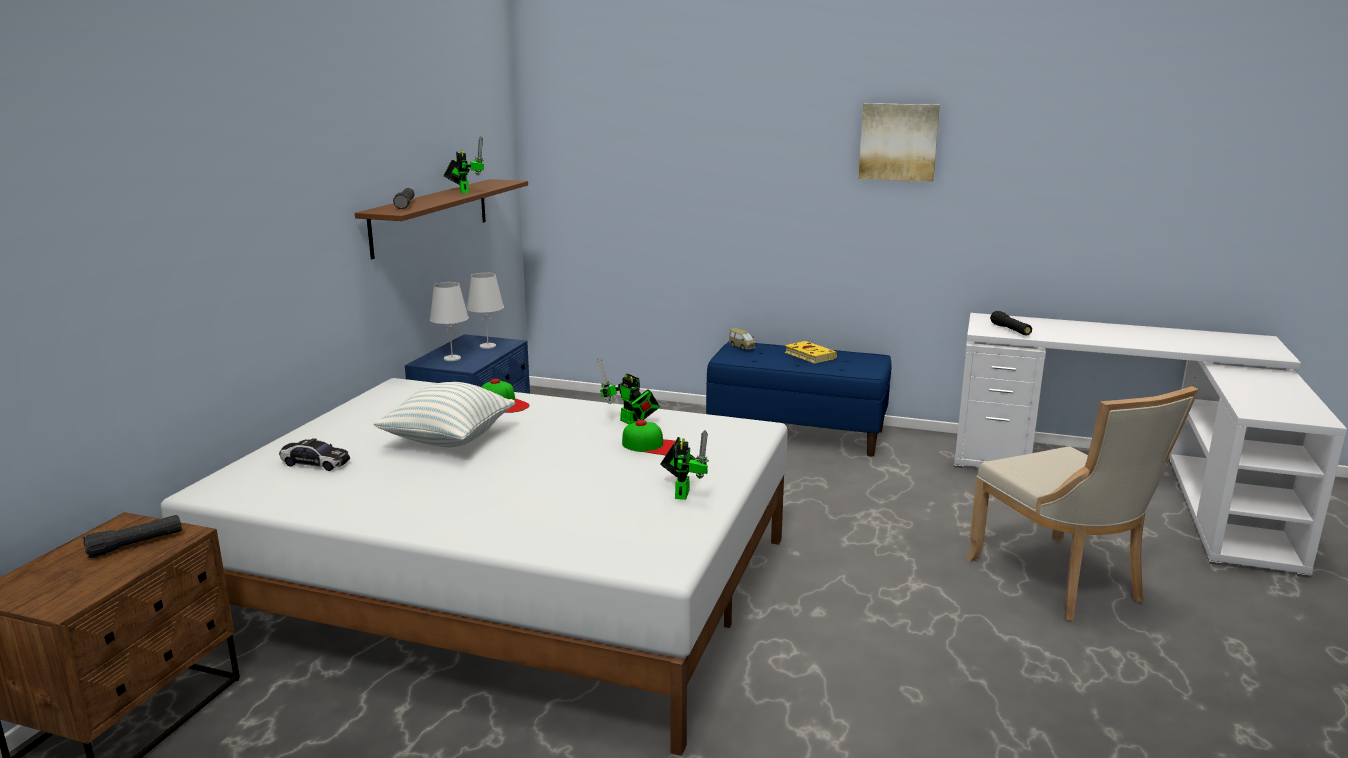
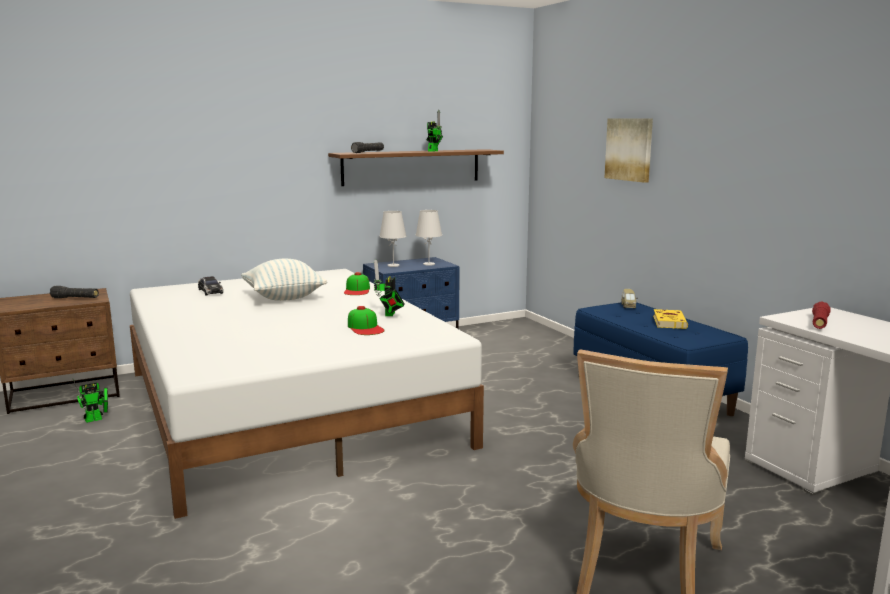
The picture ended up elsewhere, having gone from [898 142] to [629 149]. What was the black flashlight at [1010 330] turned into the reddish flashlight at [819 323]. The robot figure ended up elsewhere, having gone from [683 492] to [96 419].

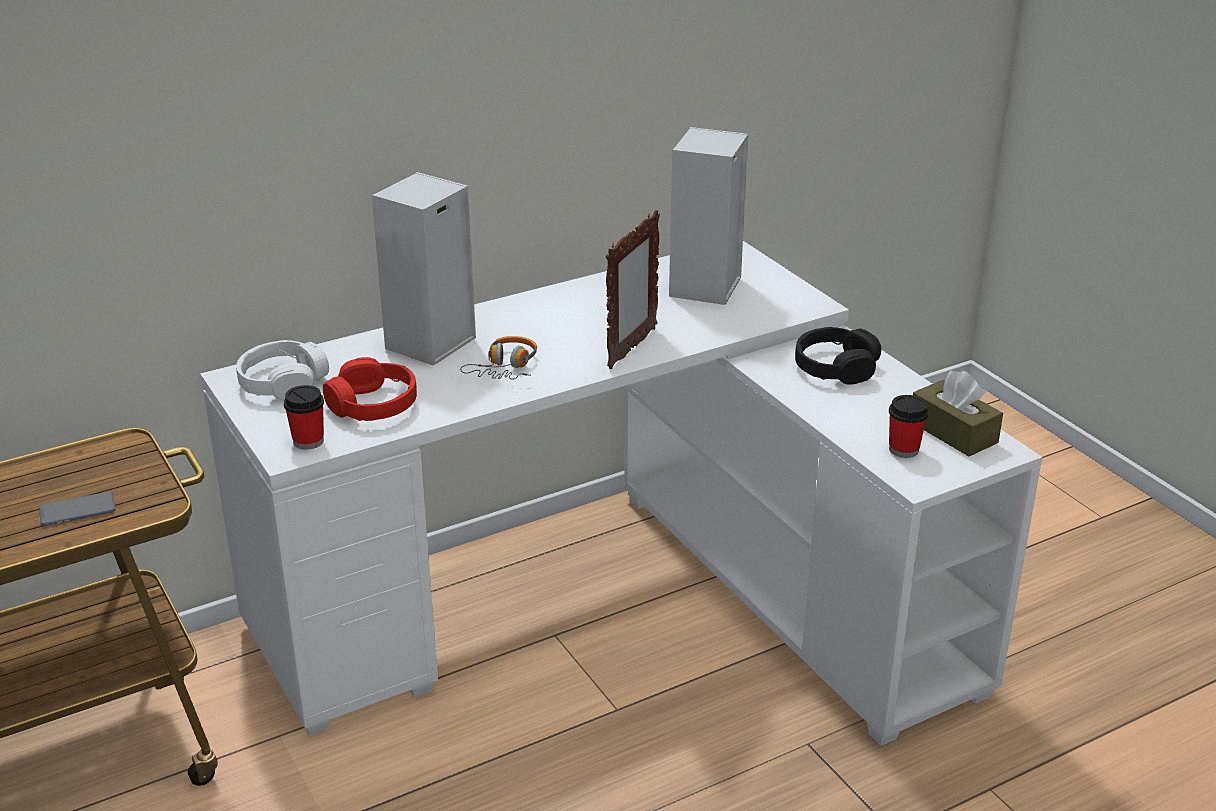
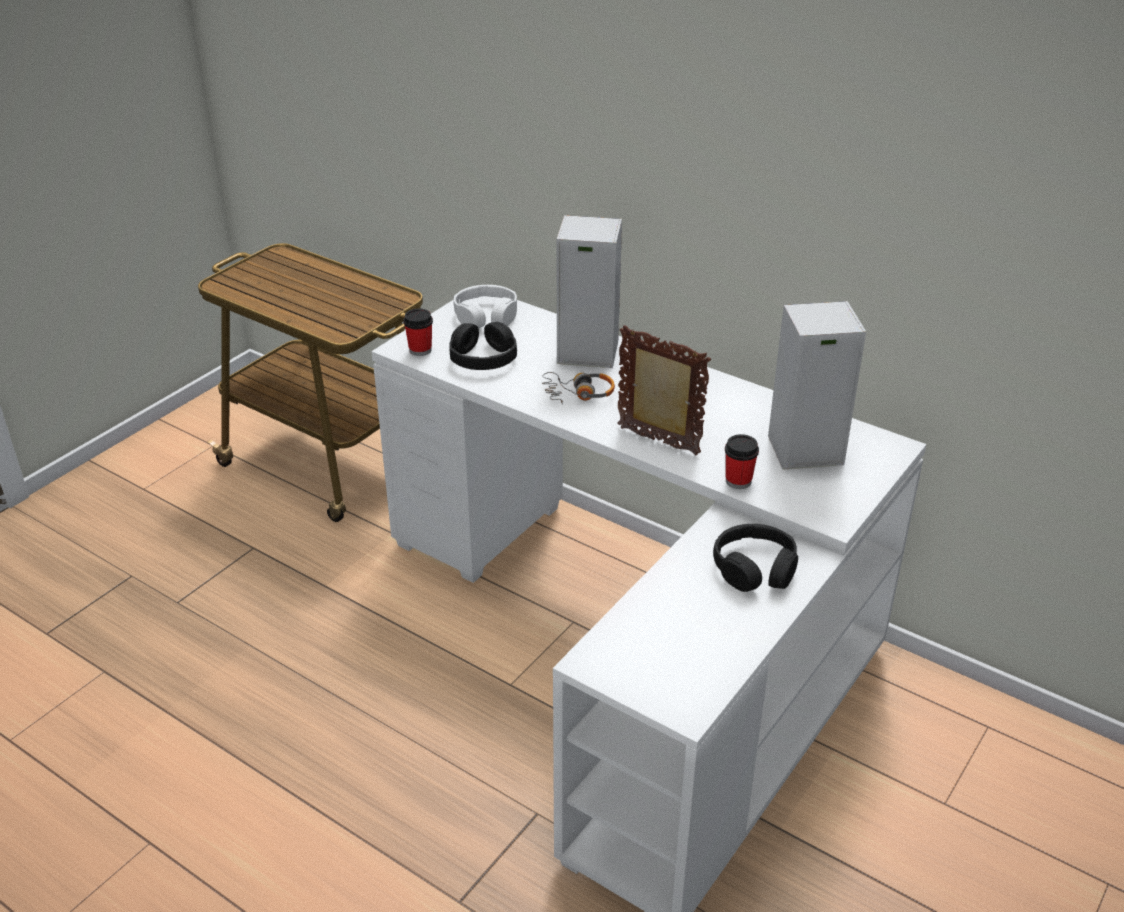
The photo frame at [631 349] ended up facing another way, 150 degrees counterclockwise from before. What was the reddish headset at [372 405] turned into the black headset at [483 358]. The second view lost the brown tissue holder at [953 432]. The small cup ended up elsewhere, having gone from [903 449] to [738 481]. The second view lost the telephone at [77 510].

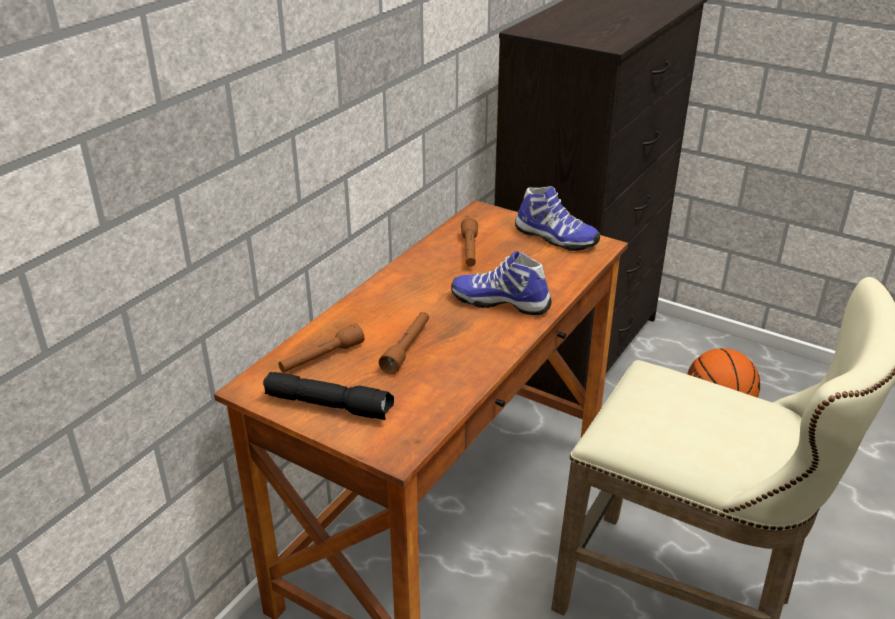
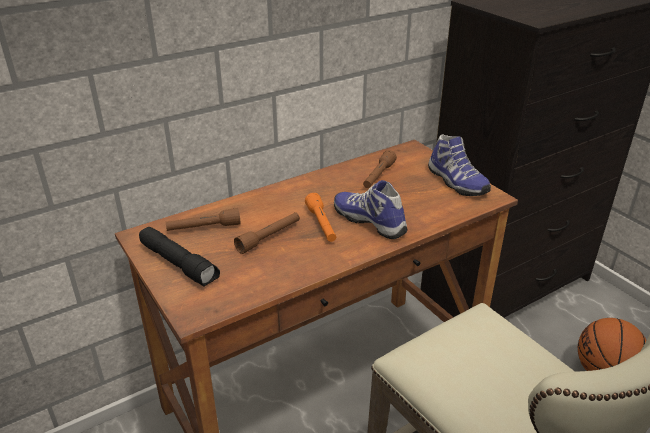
The second view gained the orangey flashlight at [321 224].

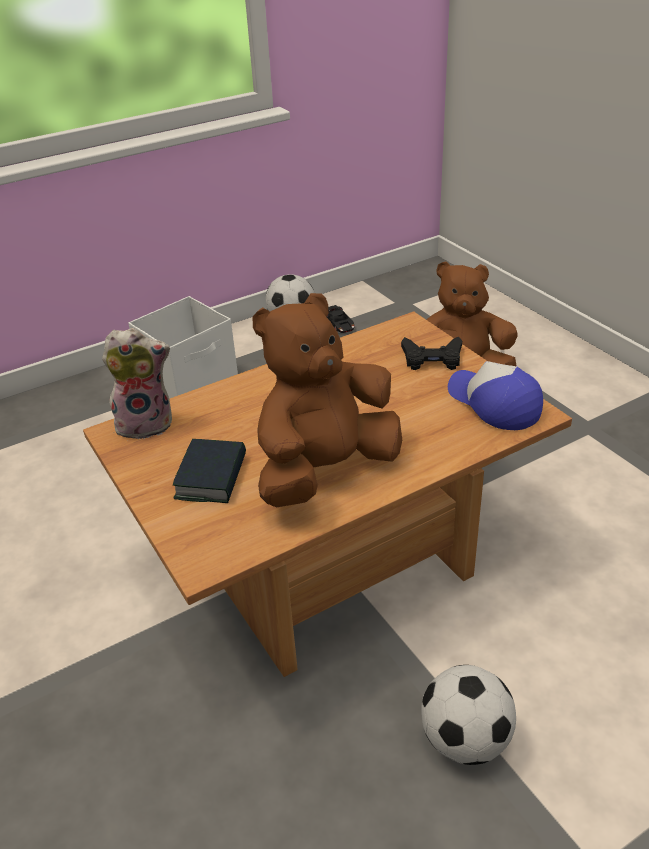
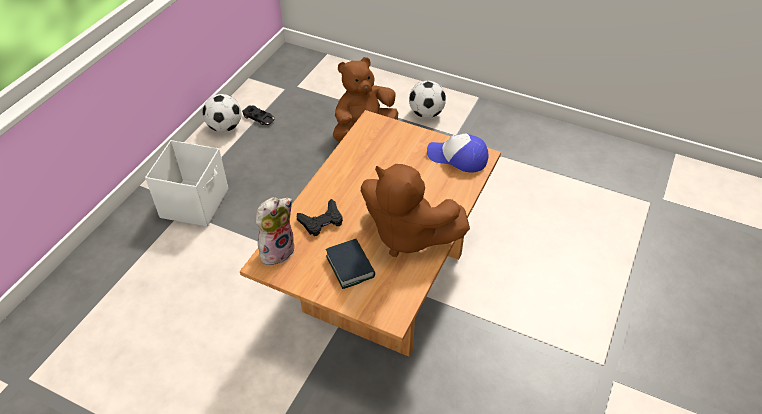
The brown soft toy at [325 470] ended up facing another way, 75 degrees counterclockwise from before. The black gamepad ended up elsewhere, having gone from [432 358] to [321 221]. The ball for football ended up elsewhere, having gone from [465 740] to [426 113].

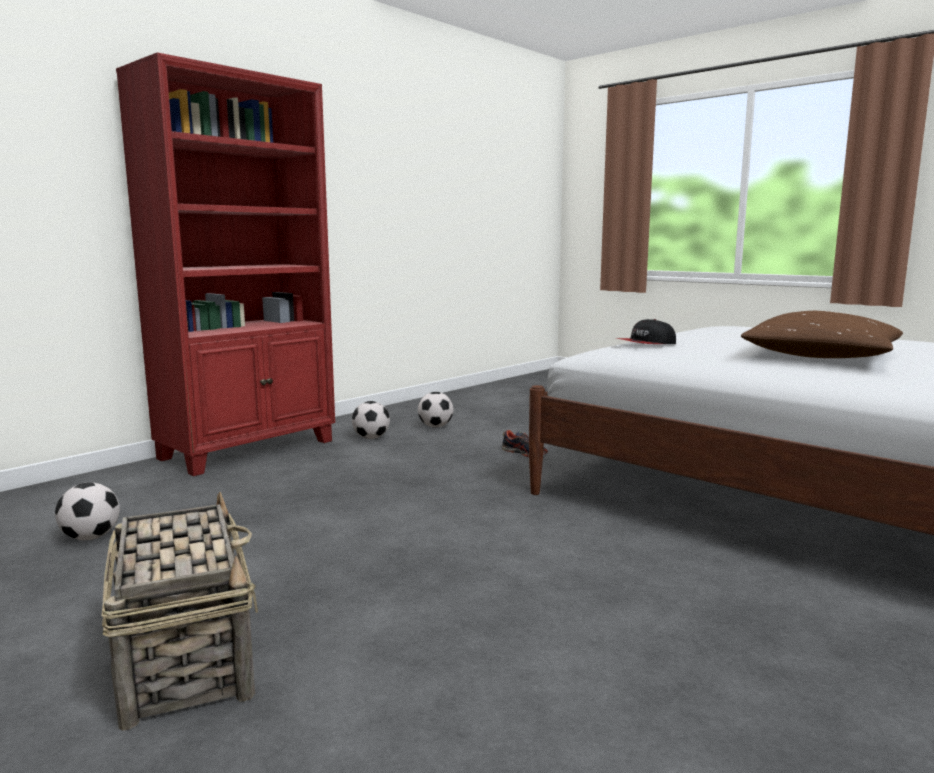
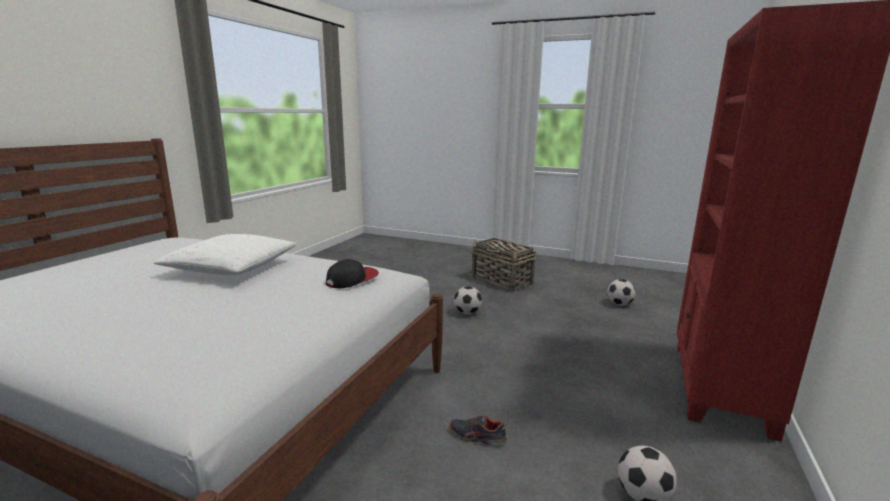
What was the brown throw pillow at [821 356] turned into the whitish throw pillow at [232 268]. The ball for football ended up elsewhere, having gone from [371 438] to [467 313].

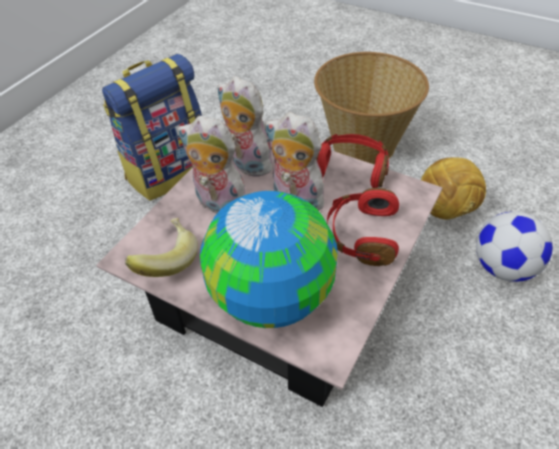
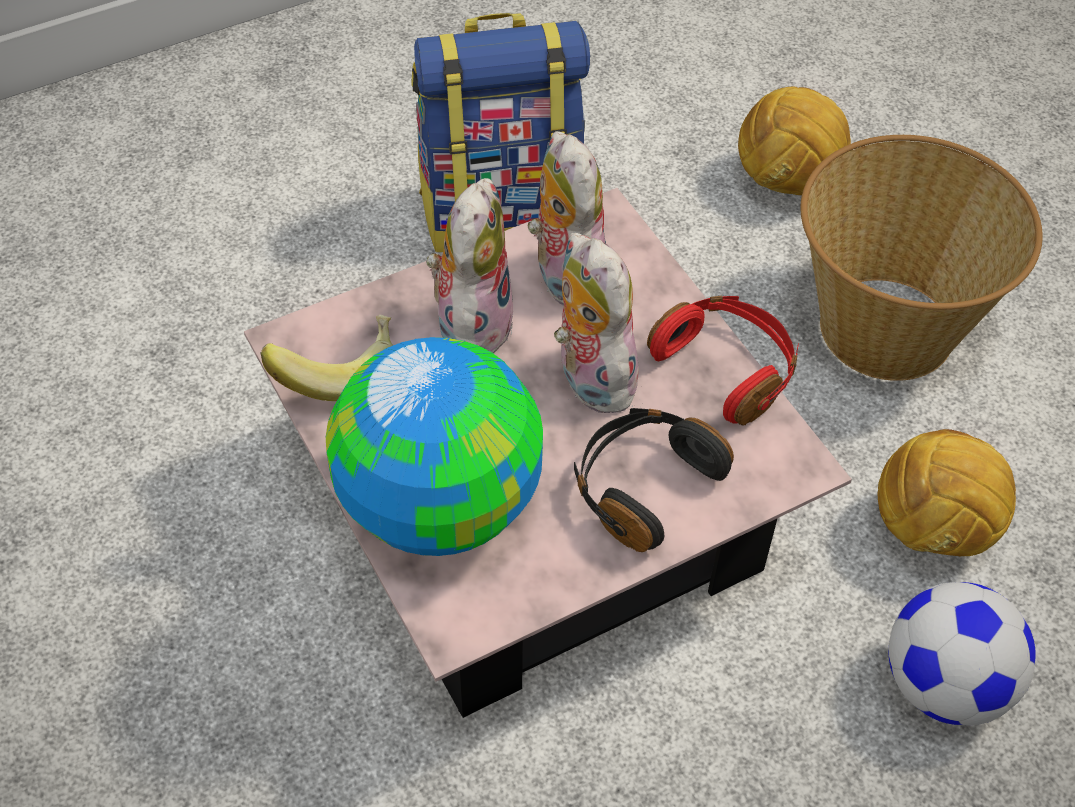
The soft toy at [218 204] ended up facing another way, 45 degrees clockwise from before. What was the reddish headset at [360 235] turned into the black headset at [643 486]. The second view gained the ball for football at [787 182].

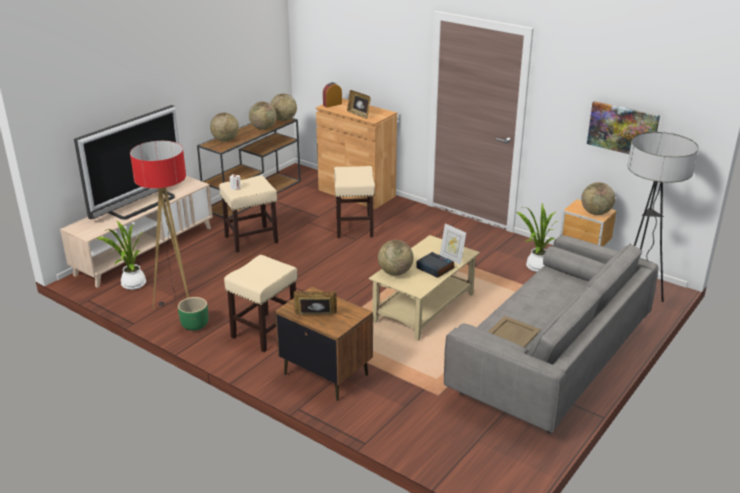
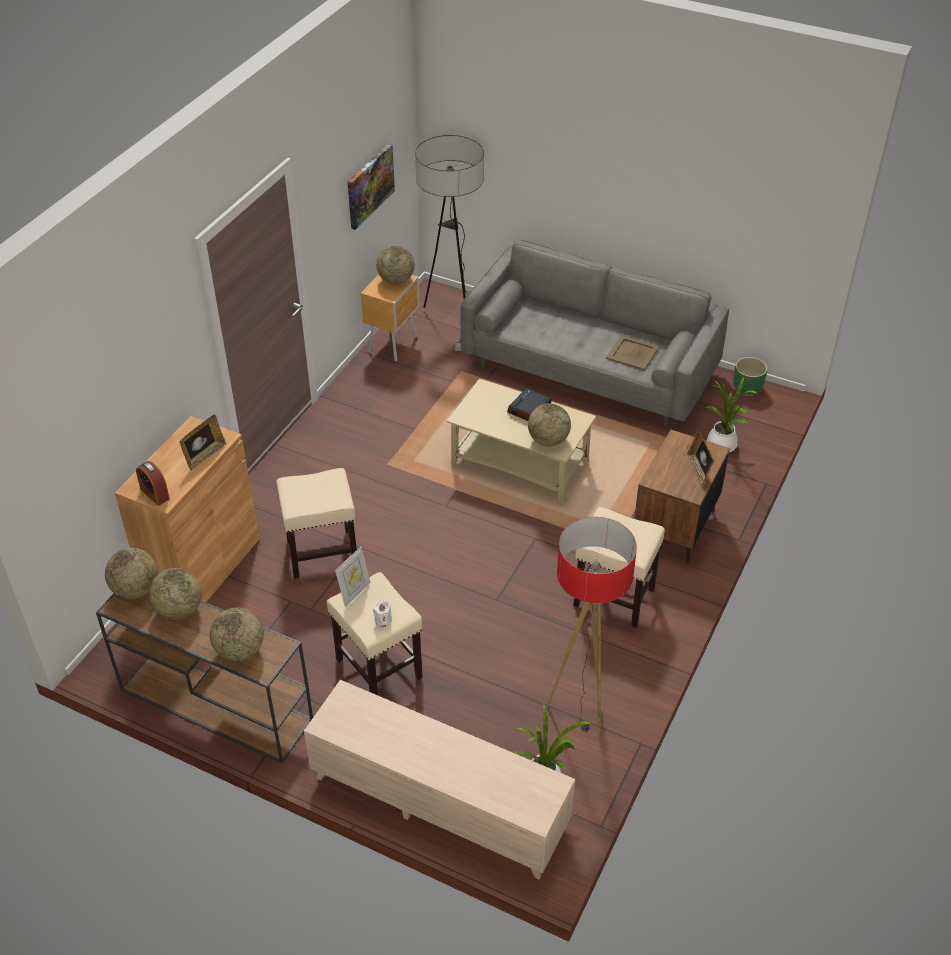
The second view lost the television at [142 204]. The plant in a pot ended up elsewhere, having gone from [535 267] to [722 446]. The photo frame ended up elsewhere, having gone from [452 259] to [354 592]. The green-coloured plant pot ended up elsewhere, having gone from [195 326] to [747 388].

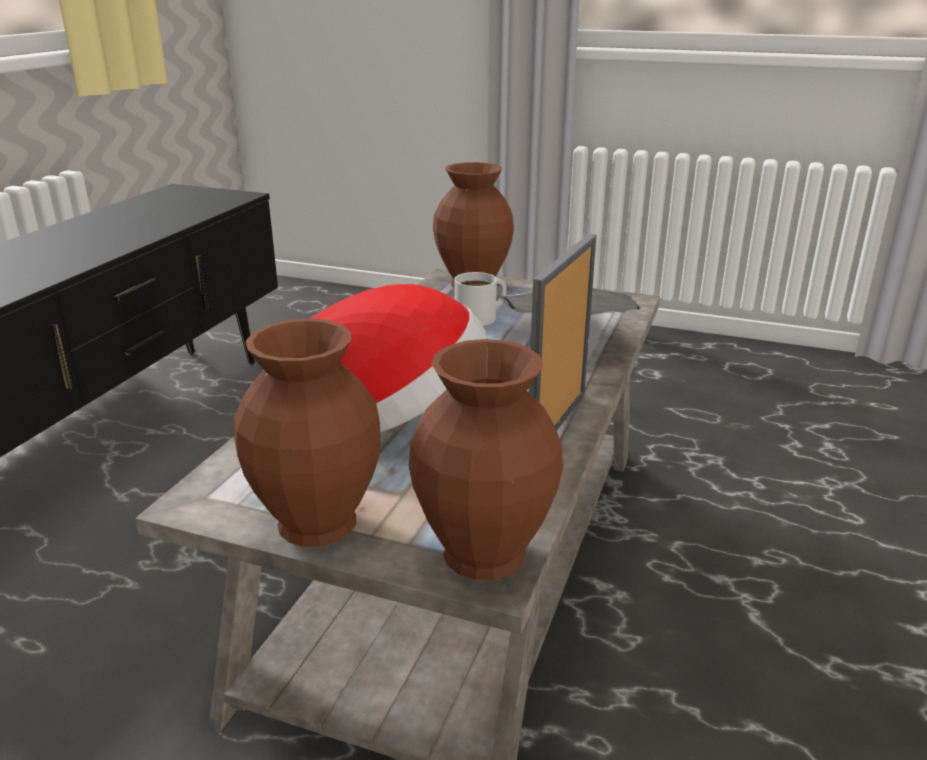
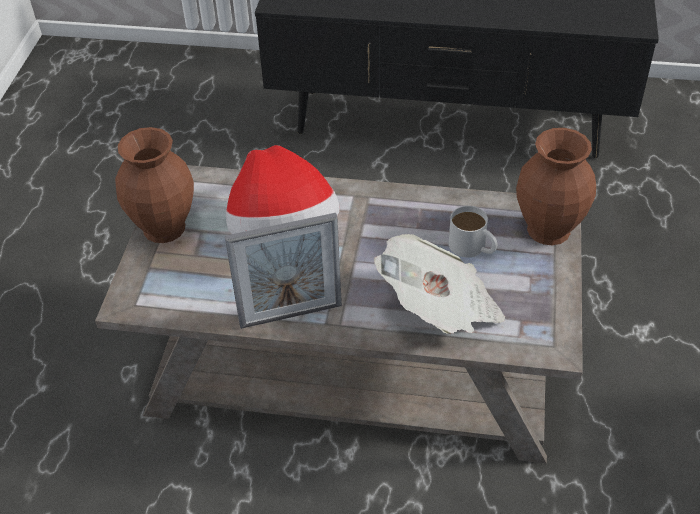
The photo frame at [556 424] ended up facing another way, 150 degrees clockwise from before. The second view lost the brown flower vase at [484 550].

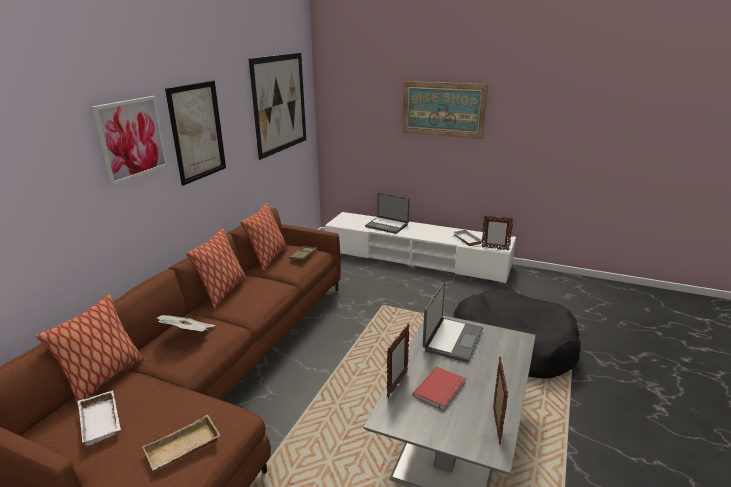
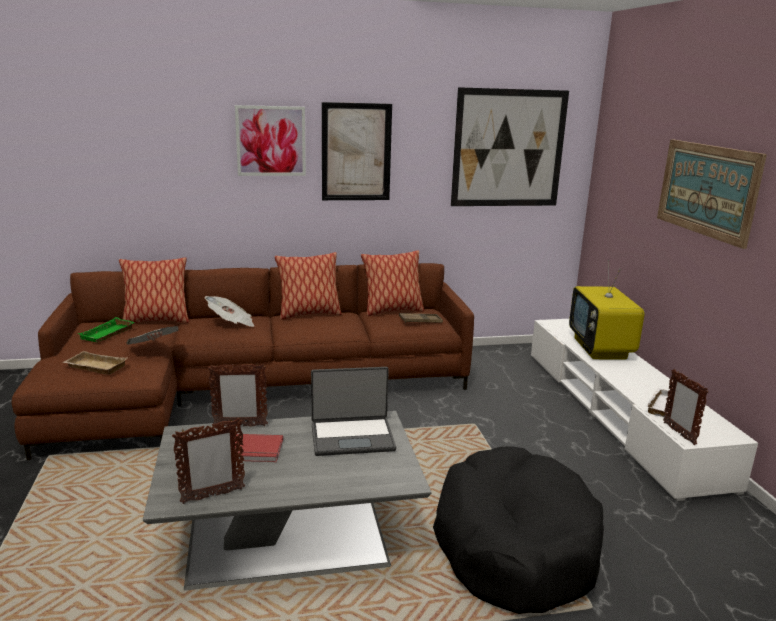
Where the portable computer stood at [387 225], the television came to stand at [600 349]. What was the whitish carrying tray at [102 421] turned into the green-coloured carrying tray at [108 334]. The second view gained the newspaper at [153 349].

